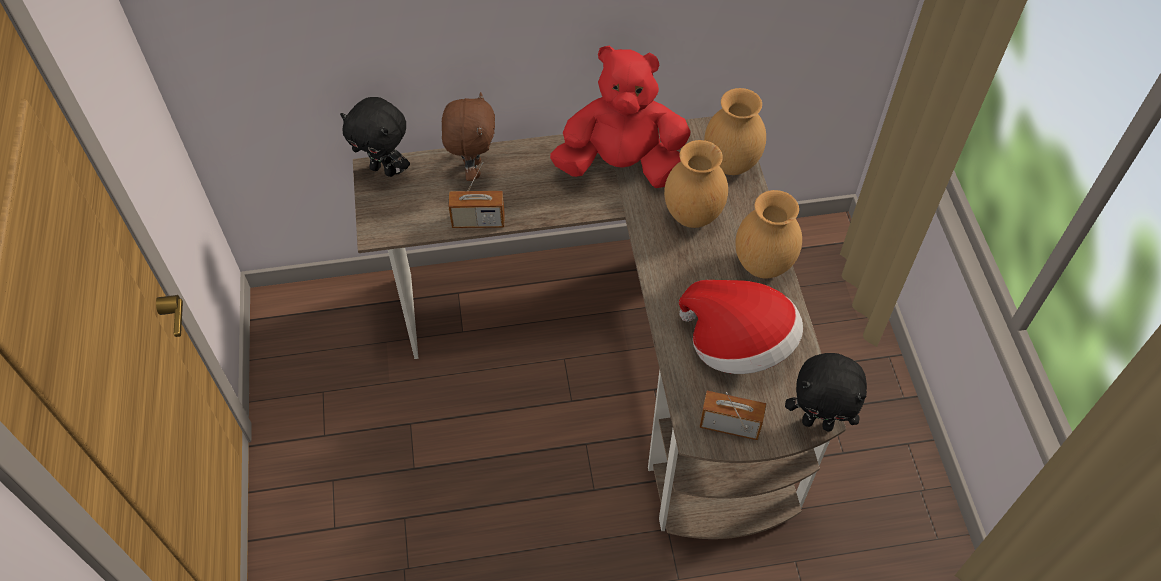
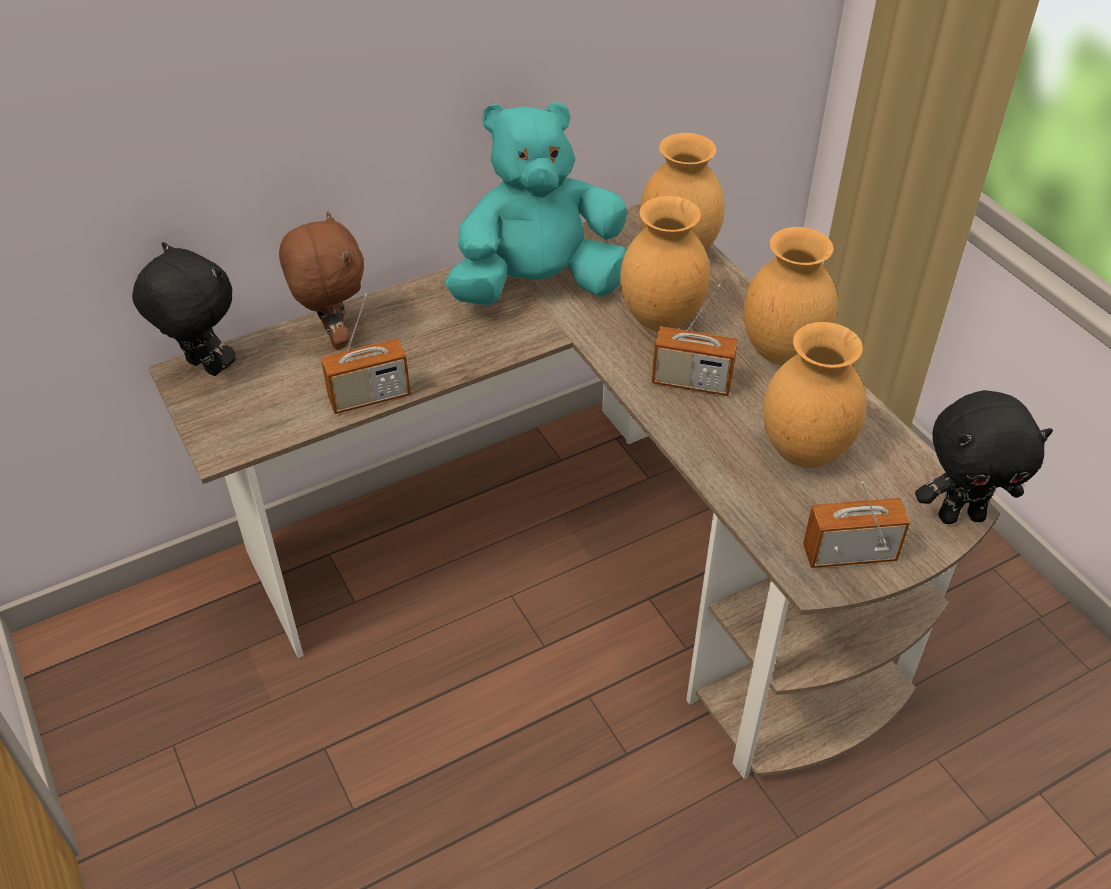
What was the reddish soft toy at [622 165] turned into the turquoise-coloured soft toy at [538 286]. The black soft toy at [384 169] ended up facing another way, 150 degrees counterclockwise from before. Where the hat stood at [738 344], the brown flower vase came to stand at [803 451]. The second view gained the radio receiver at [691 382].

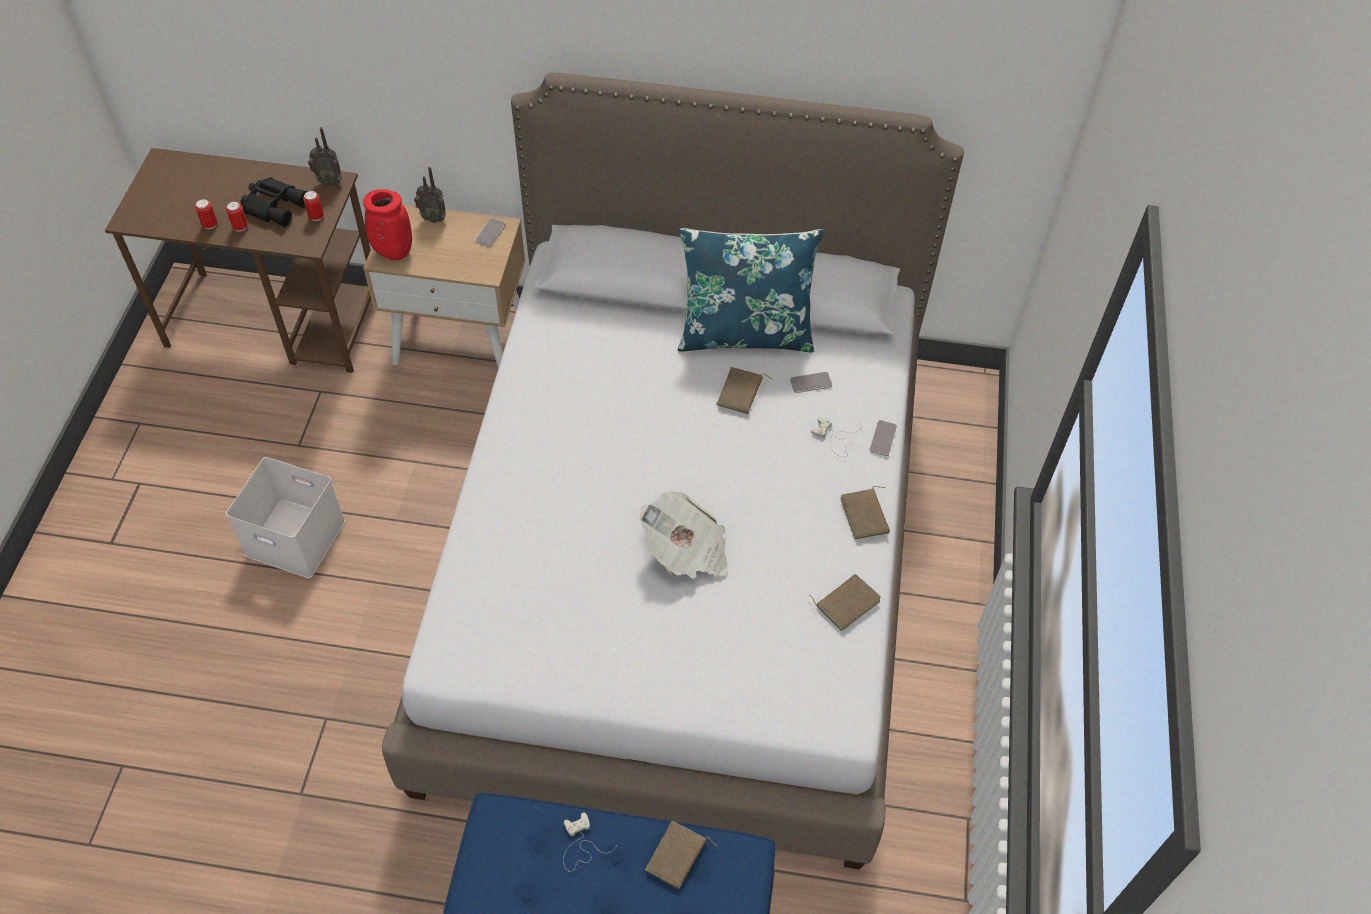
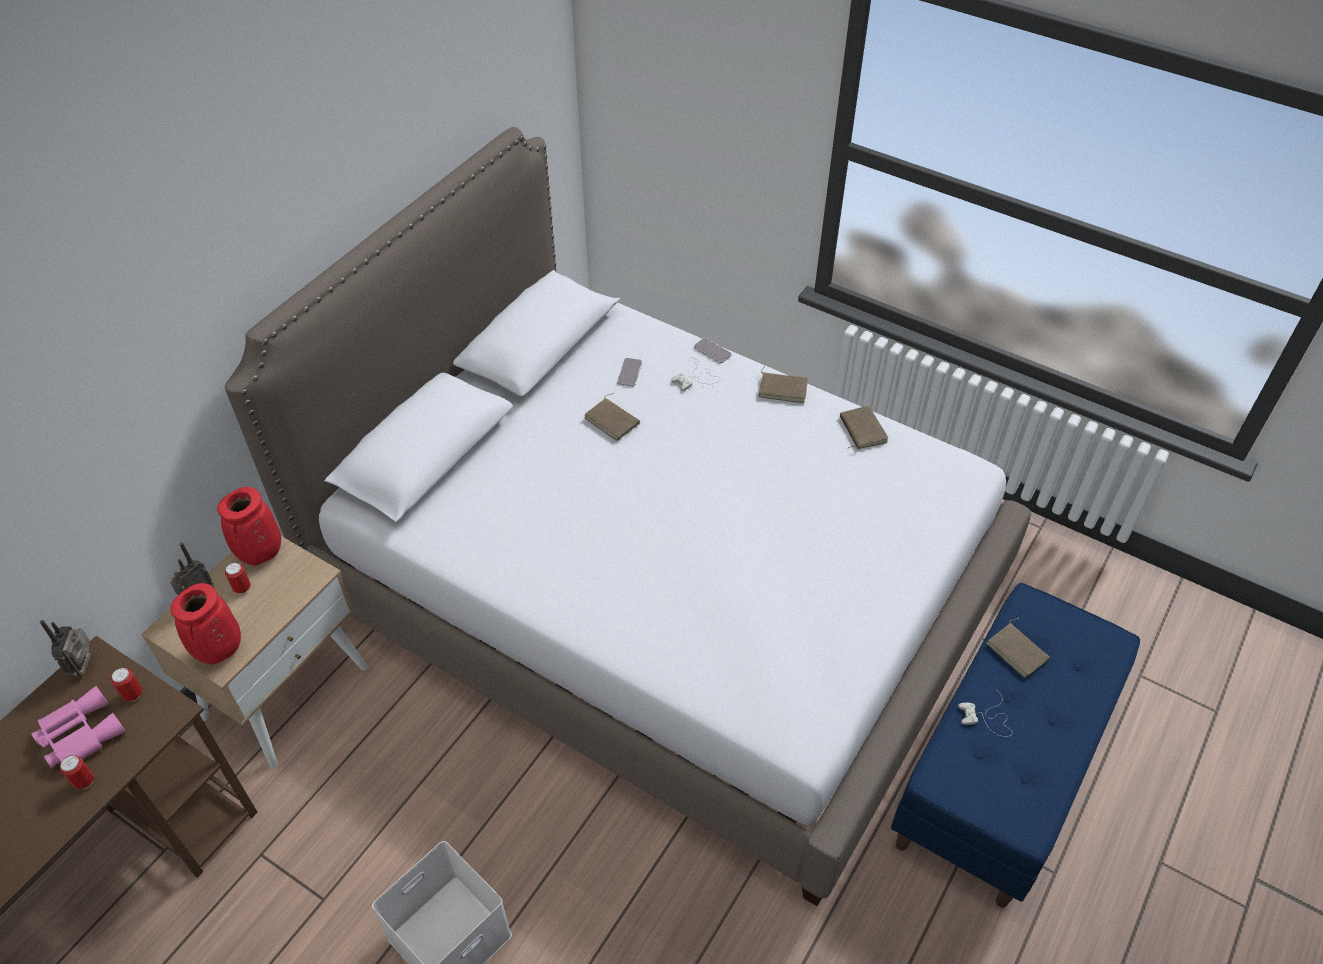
The radio receiver at [329 181] ended up facing another way, 150 degrees clockwise from before. What was the black binoculars at [275 205] turned into the pink binoculars at [79 734]. The sealed can ended up elsewhere, having gone from [210 225] to [242 588]. Where the telephone stood at [490 233], the reddish flower vase came to stand at [261 555]. The second view lost the blue-coloured throw pillow at [745 333]. The second view lost the newspaper at [686 551].

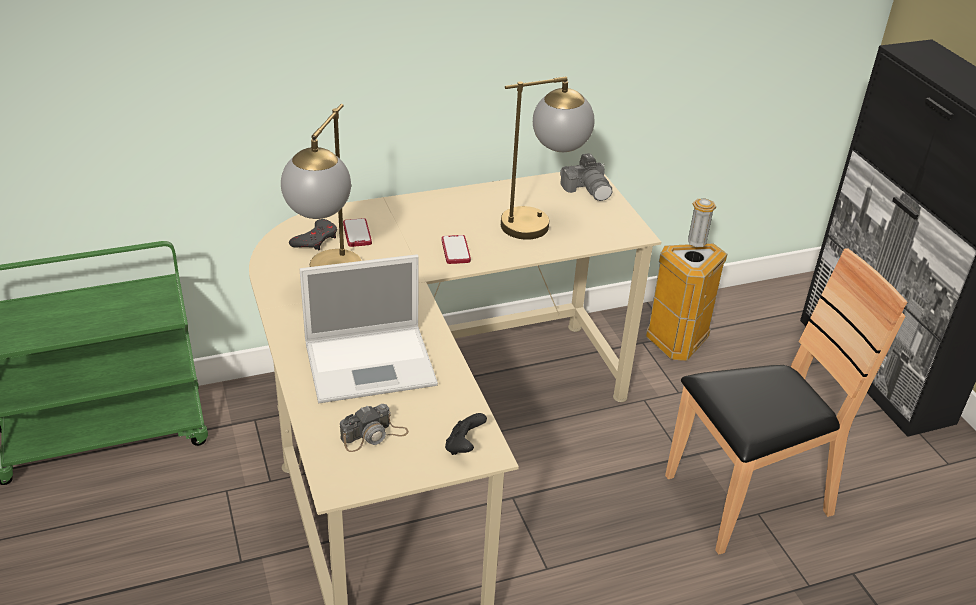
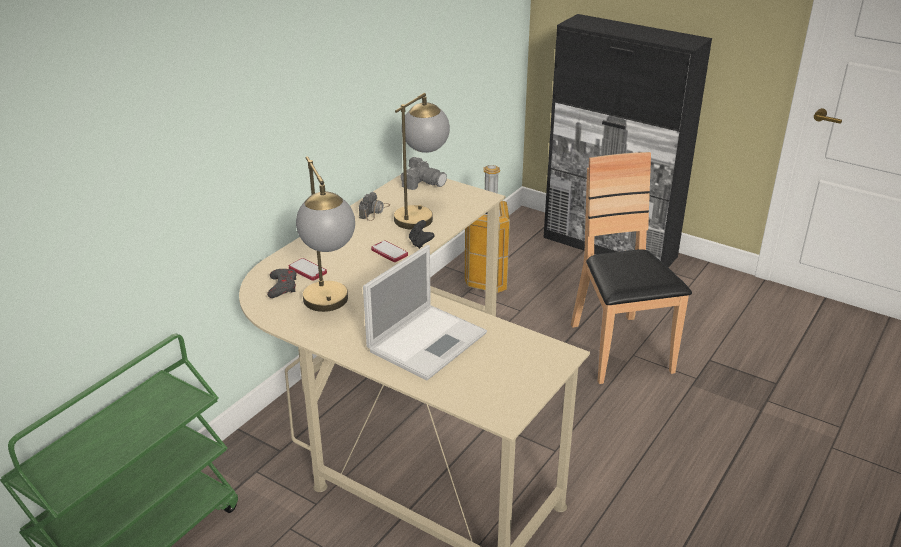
The brown chair at [747 498] ended up facing another way, 45 degrees counterclockwise from before. The still camera ended up elsewhere, having gone from [374 435] to [374 211]. The black gamepad ended up elsewhere, having gone from [464 446] to [420 243].

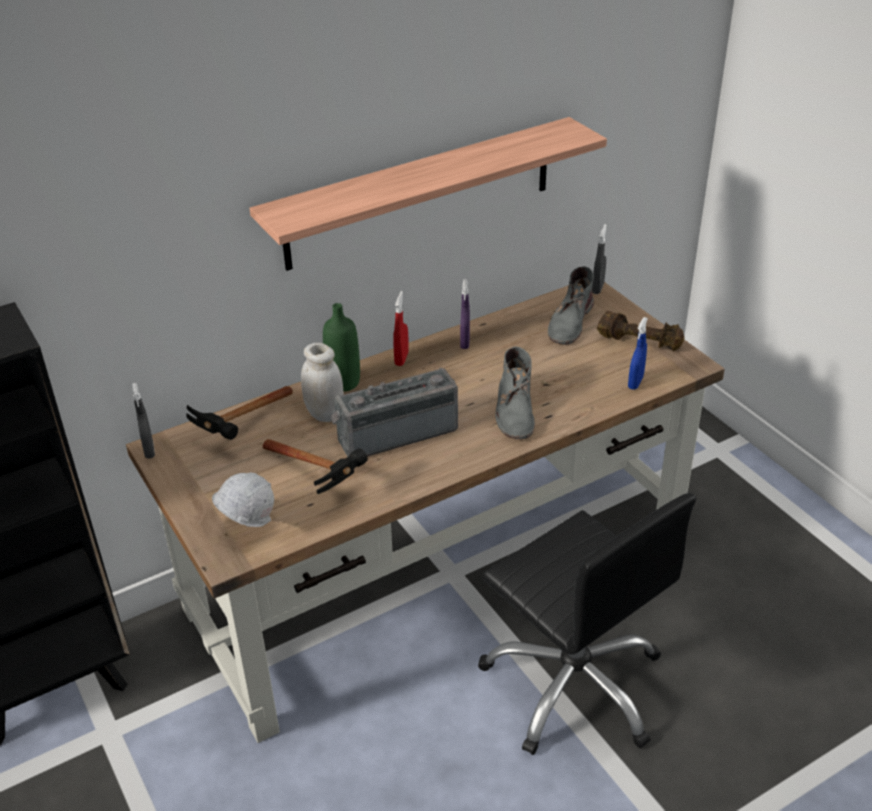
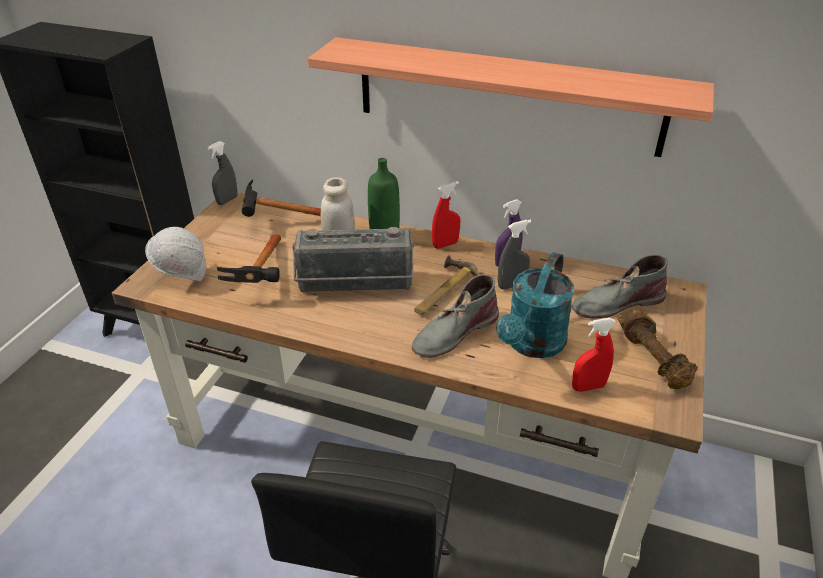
The gray spray bottle ended up elsewhere, having gone from [598 288] to [511 285]. What was the blue-coloured spray bottle at [635 383] turned into the reddish spray bottle at [588 387]. The radio receiver at [396 432] ended up facing another way, 150 degrees clockwise from before. The second view gained the turquoise-coloured watering pot at [532 345]. The second view gained the tool hammer at [442 291].

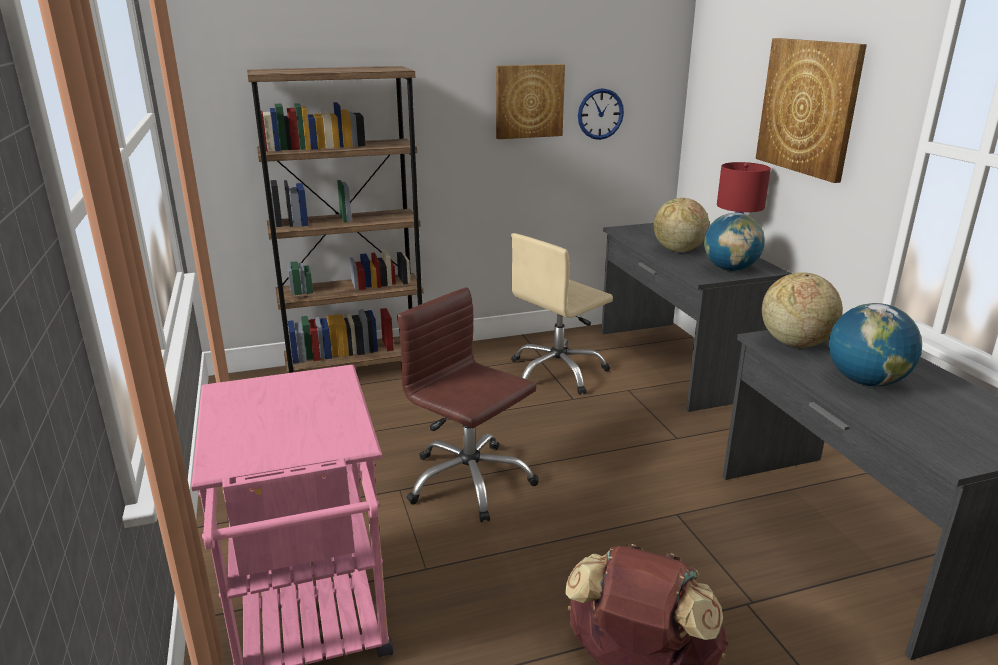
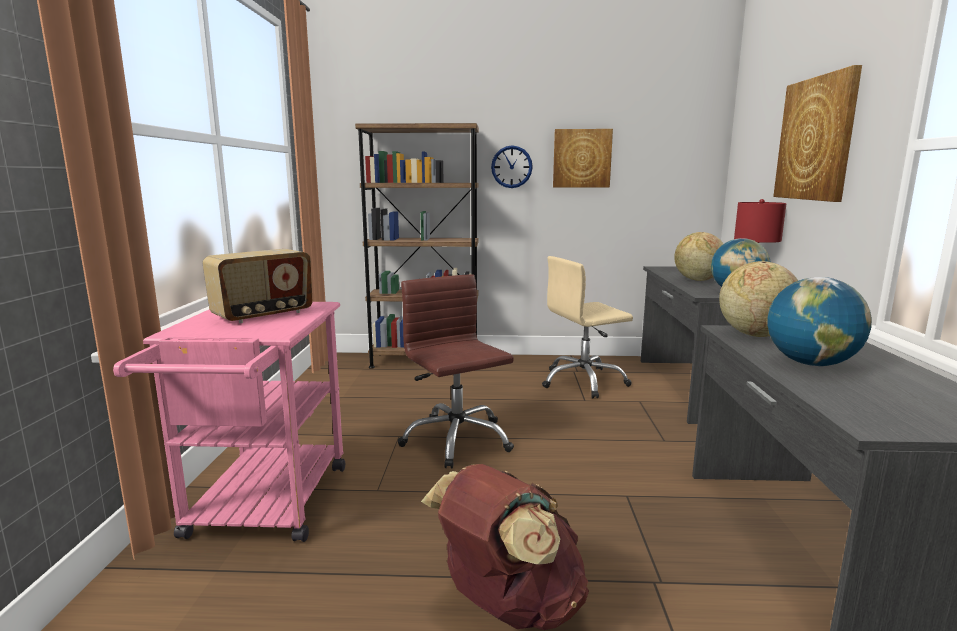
The clock on the wall ended up elsewhere, having gone from [600 114] to [511 167]. The second view gained the radio receiver at [263 315].

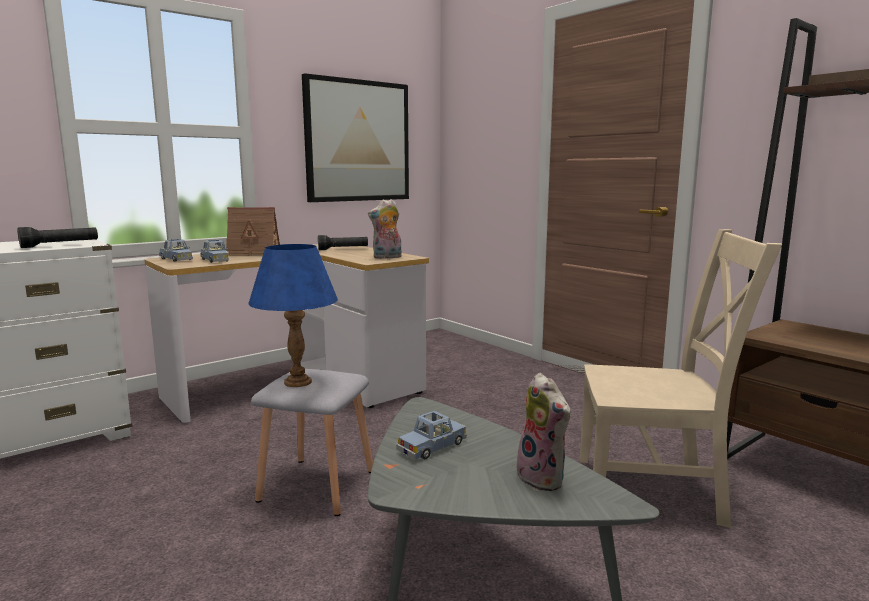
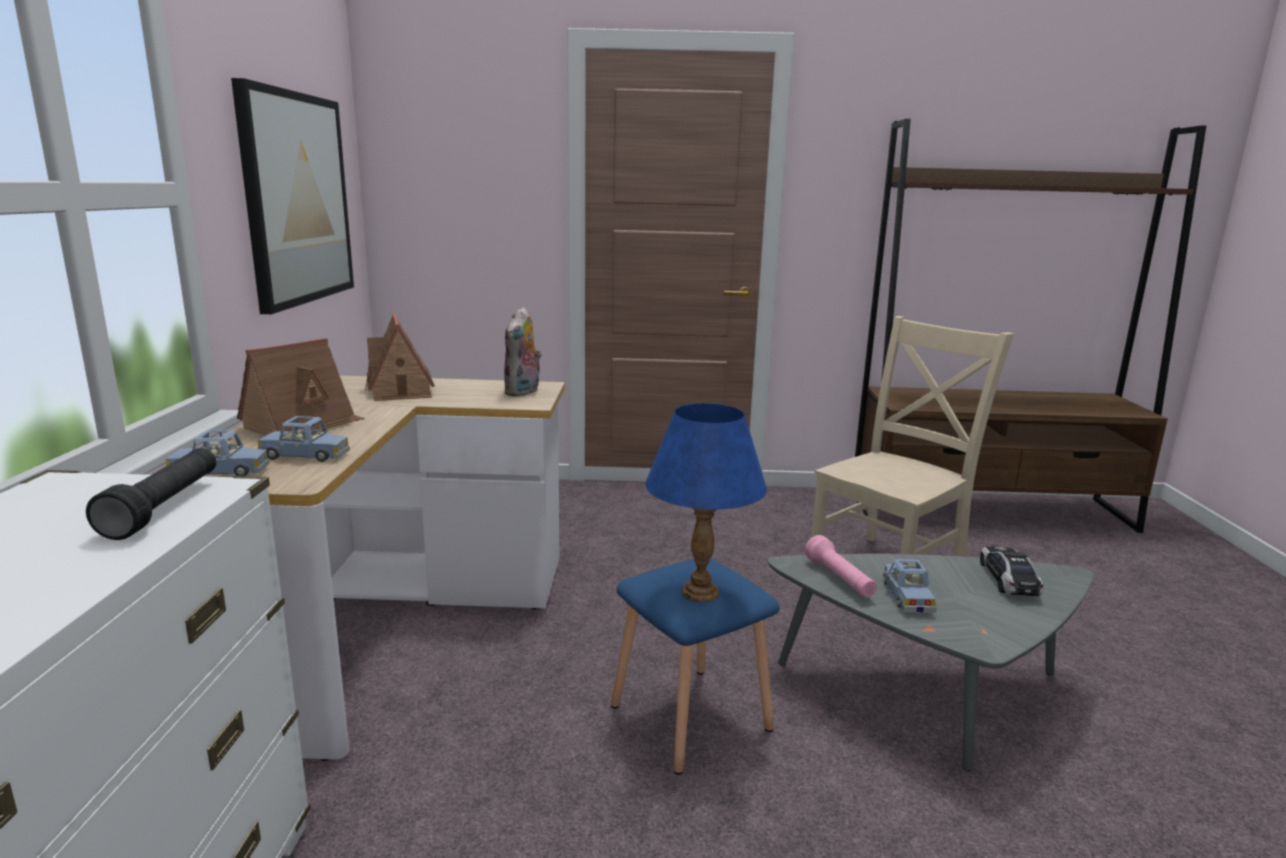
Where the black flashlight stood at [343 249], the miniature house came to stand at [400 389]. What was the gray stool seat at [317 486] turned into the blue-coloured stool seat at [693 718]. Where the soft toy stood at [544 478], the model car came to stand at [1008 580]. The second view gained the pink flashlight at [840 580].

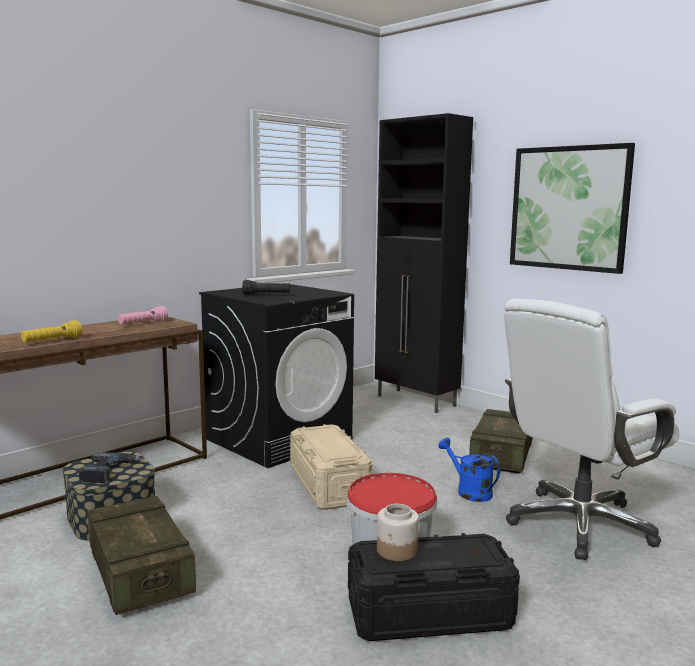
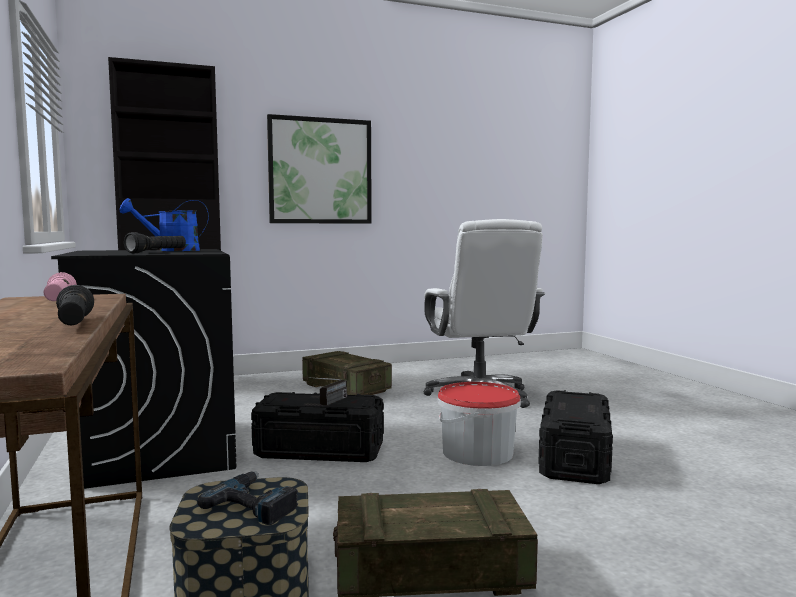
What was the yellow flashlight at [52 341] turned into the black flashlight at [74 324]. What was the beige storage box at [328 485] turned into the black storage box at [319 450]. The blue-coloured watering pot ended up elsewhere, having gone from [469 491] to [171 250]. The second view lost the preserve jar at [397 551]. The second view gained the radio receiver at [328 403].

